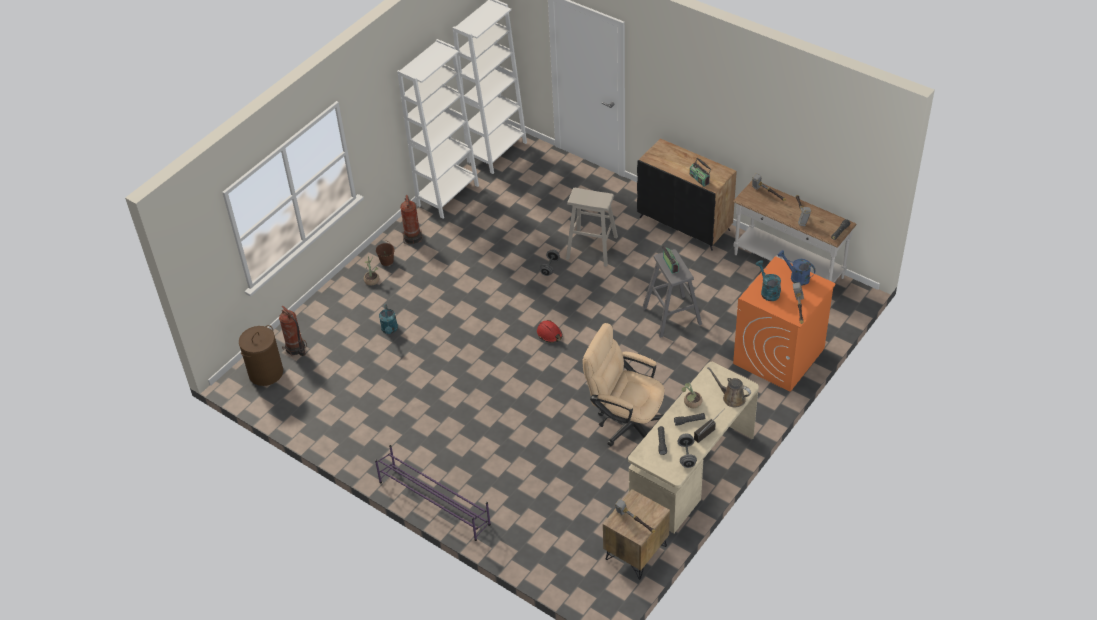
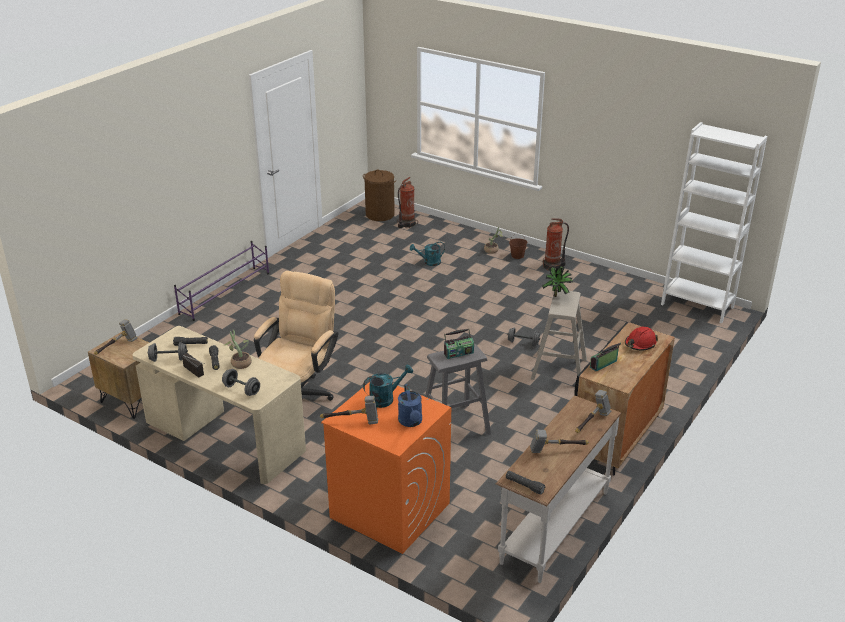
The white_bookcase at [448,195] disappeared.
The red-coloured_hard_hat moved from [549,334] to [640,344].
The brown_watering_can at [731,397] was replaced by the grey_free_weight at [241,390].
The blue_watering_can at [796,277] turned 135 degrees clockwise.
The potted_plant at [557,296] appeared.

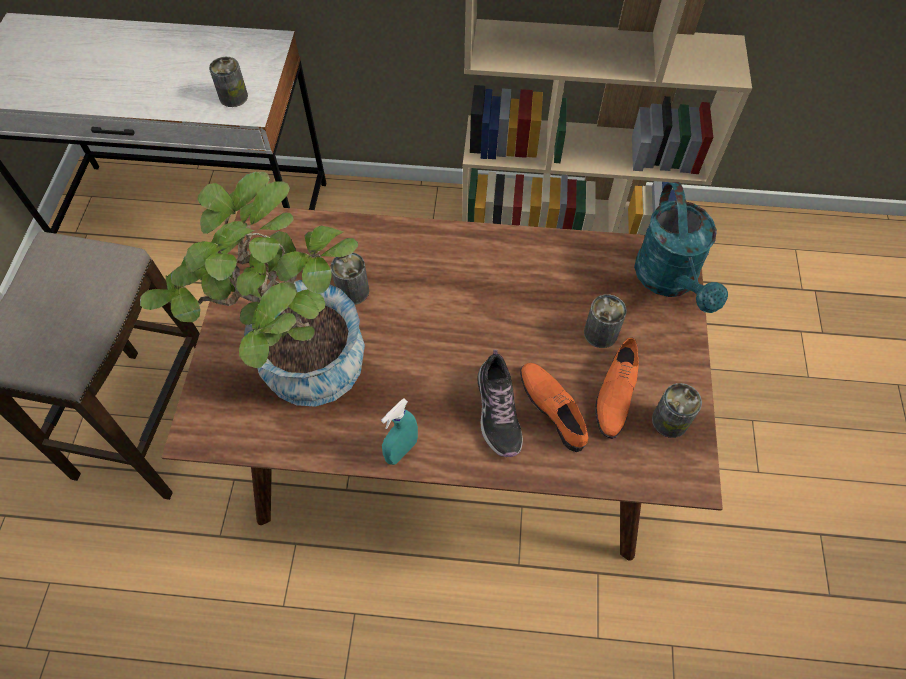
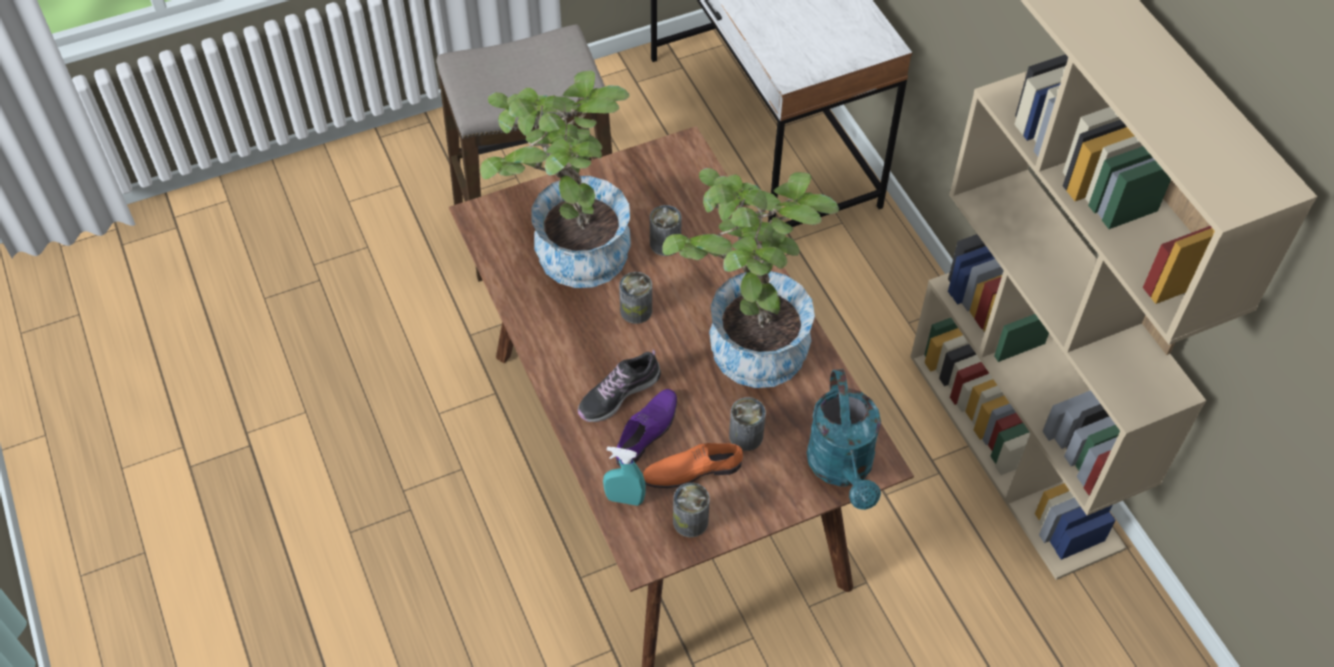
The can moved from [233,97] to [636,310].
The blue-green_sprayer moved from [401,450] to [624,499].
The orangey_low_shoe at [554,407] became the purple_low_shoe at [648,431].
The blue-green_watering_can at [670,281] turned 60 degrees counterclockwise.
The potted_plant at [746,340] appeared.

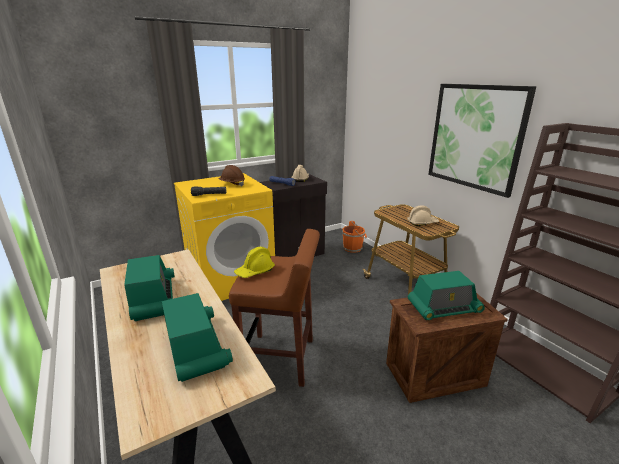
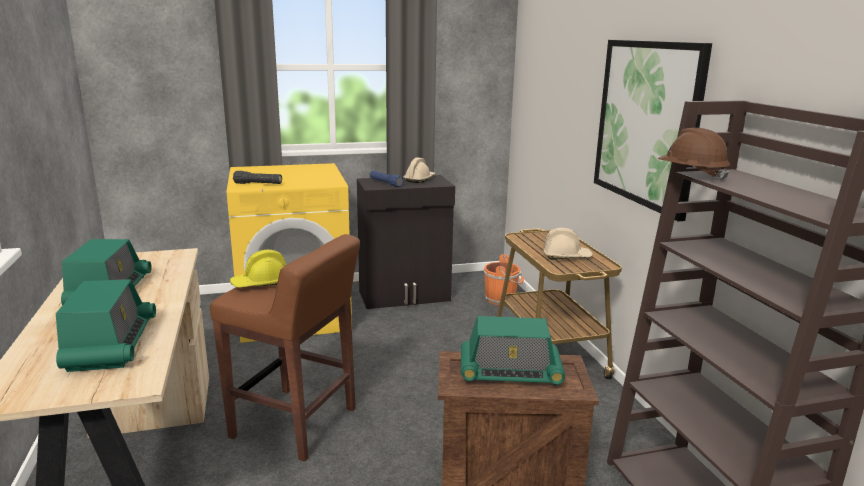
The brown_hard_hat moved from [232,184] to [691,175].

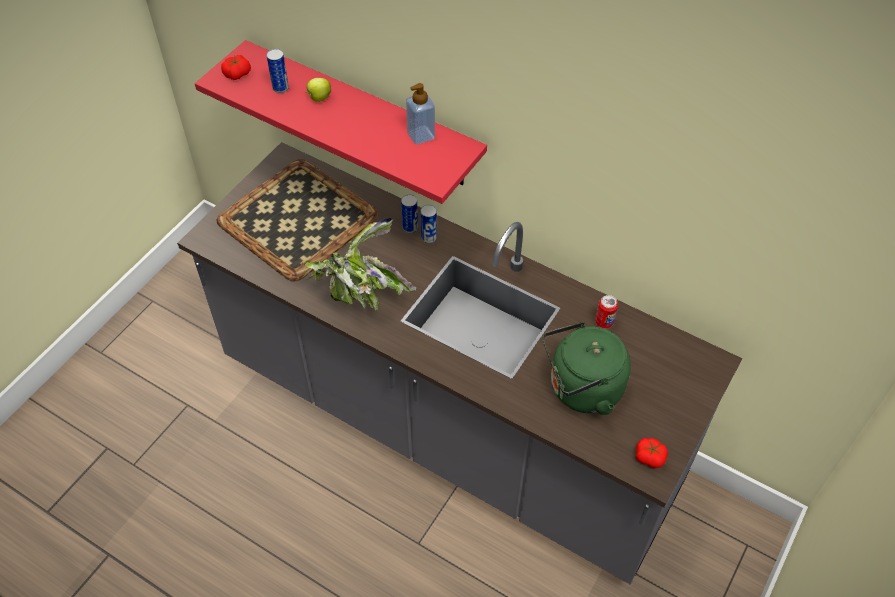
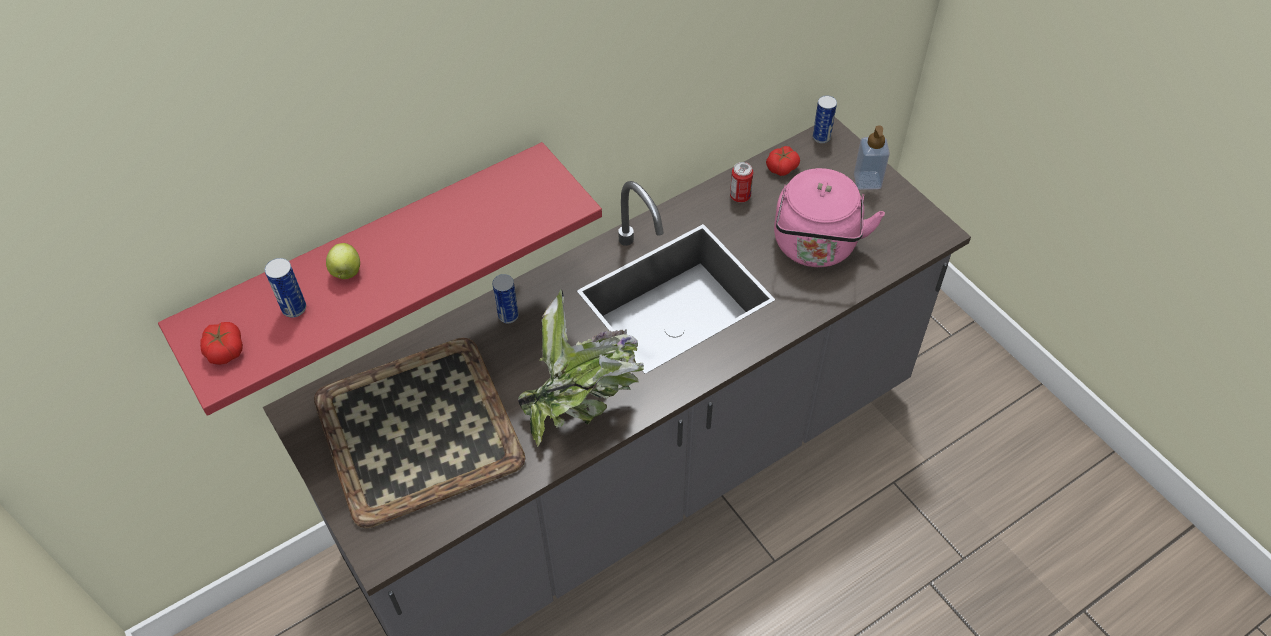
The soap_dispenser moved from [421,135] to [867,181].
The can moved from [429,237] to [821,137].
The greenish_kettle at [581,389] became the pink_kettle at [815,247].
The fresh_tomato moved from [649,457] to [782,167].

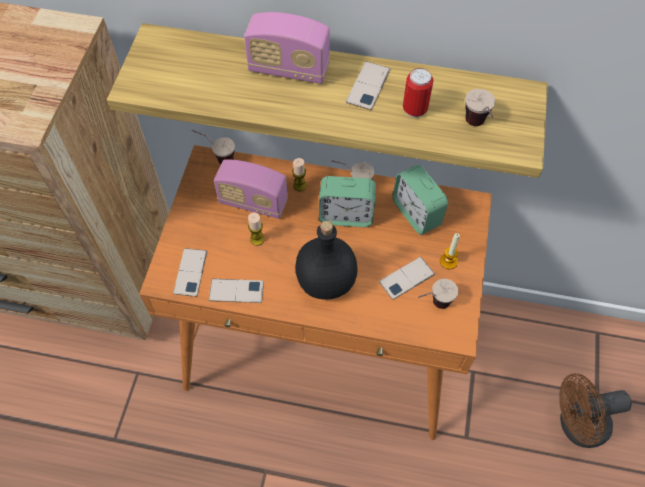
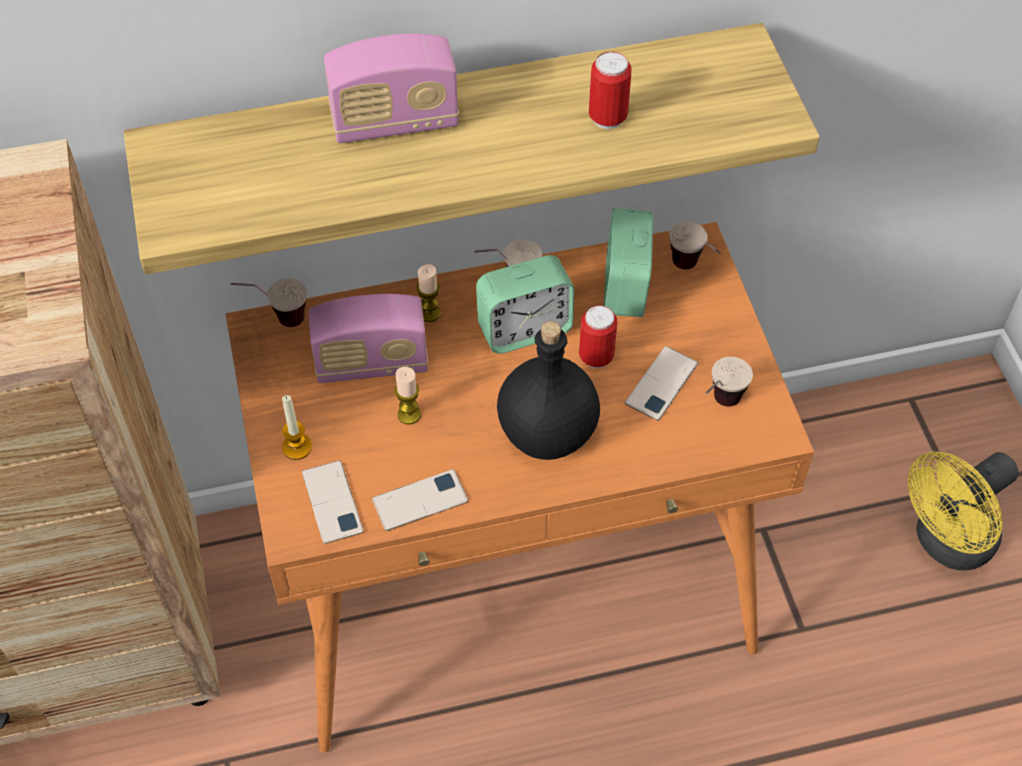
The phone at [368,86] disappeared.
The alarm_clock at [416,213] turned 60 degrees clockwise.
The candle moved from [448,261] to [297,447].
The small_cup moved from [477,128] to [693,270].
The brown_cooling_fan at [576,425] became the yellowish_cooling_fan at [946,544].
The can at [596,357] appeared.

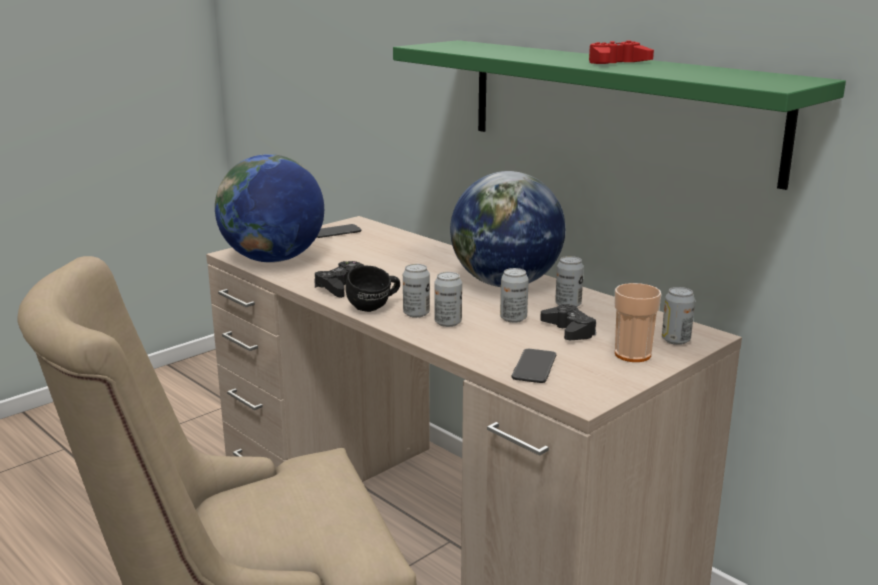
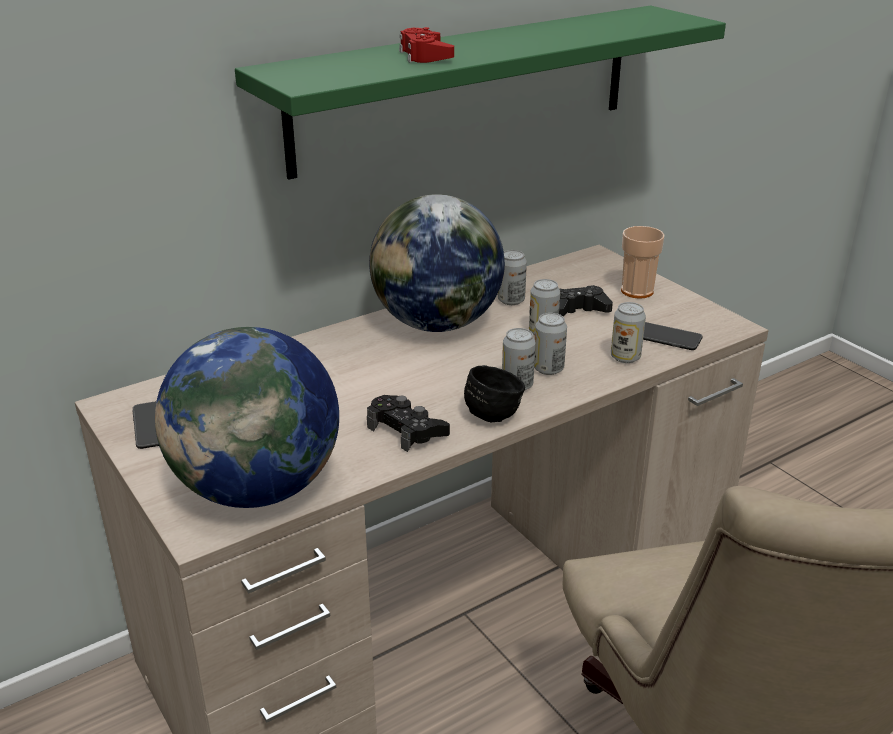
The red-coloured_gamepad moved from [617,63] to [425,55].
The can moved from [675,340] to [625,357].

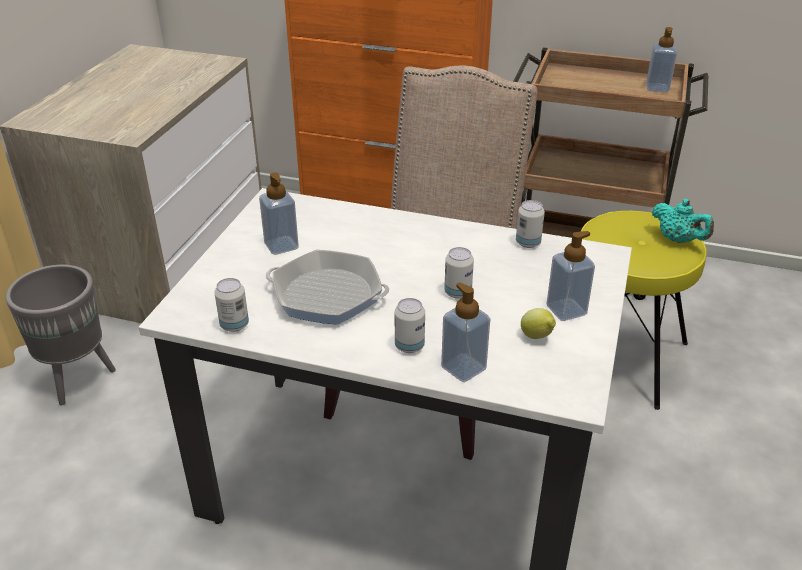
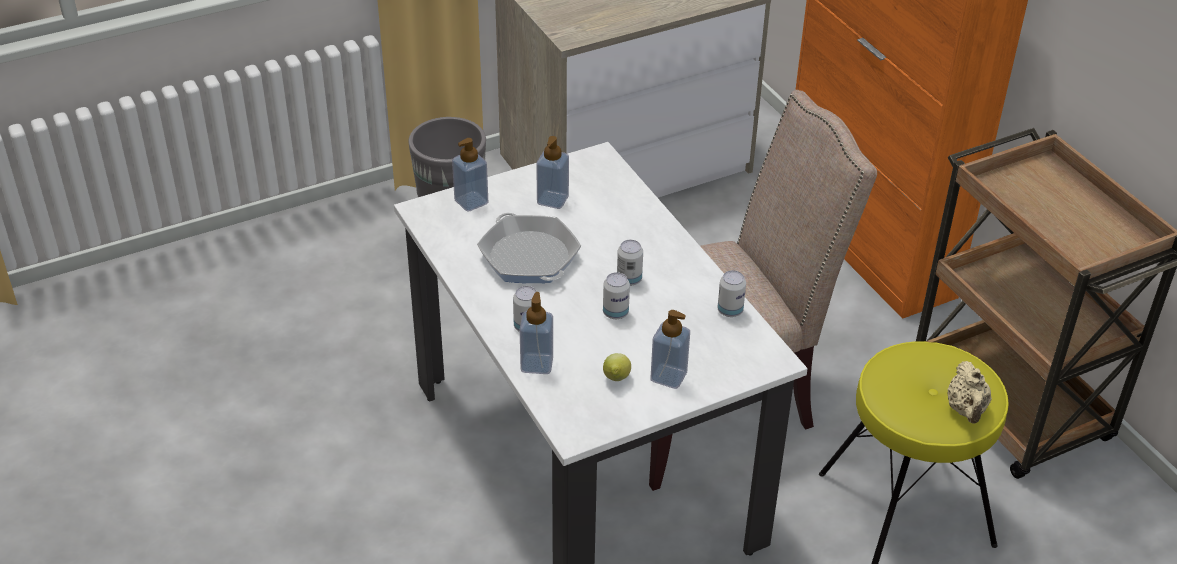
The can moved from [234,325] to [629,279].
The soap_dispenser moved from [657,88] to [471,202].
The blue-green_tea_pot at [678,240] became the beige_tea_pot at [966,410].

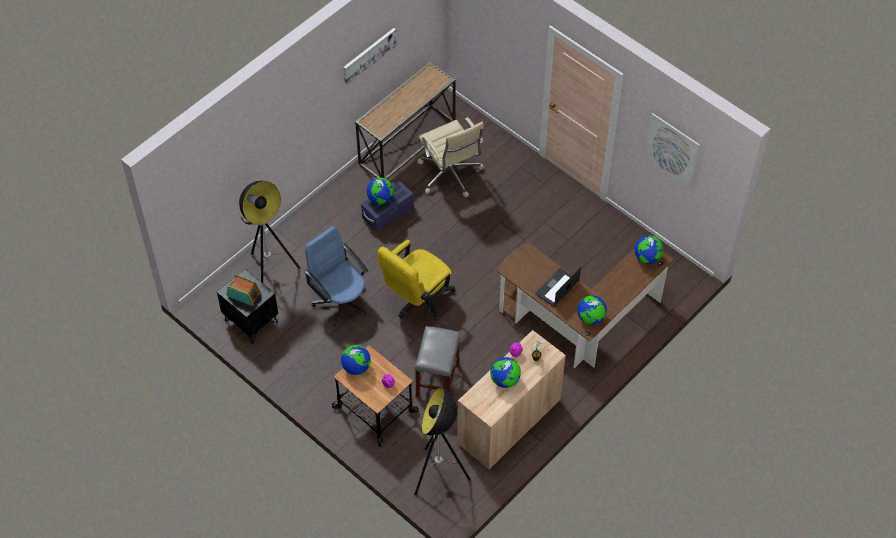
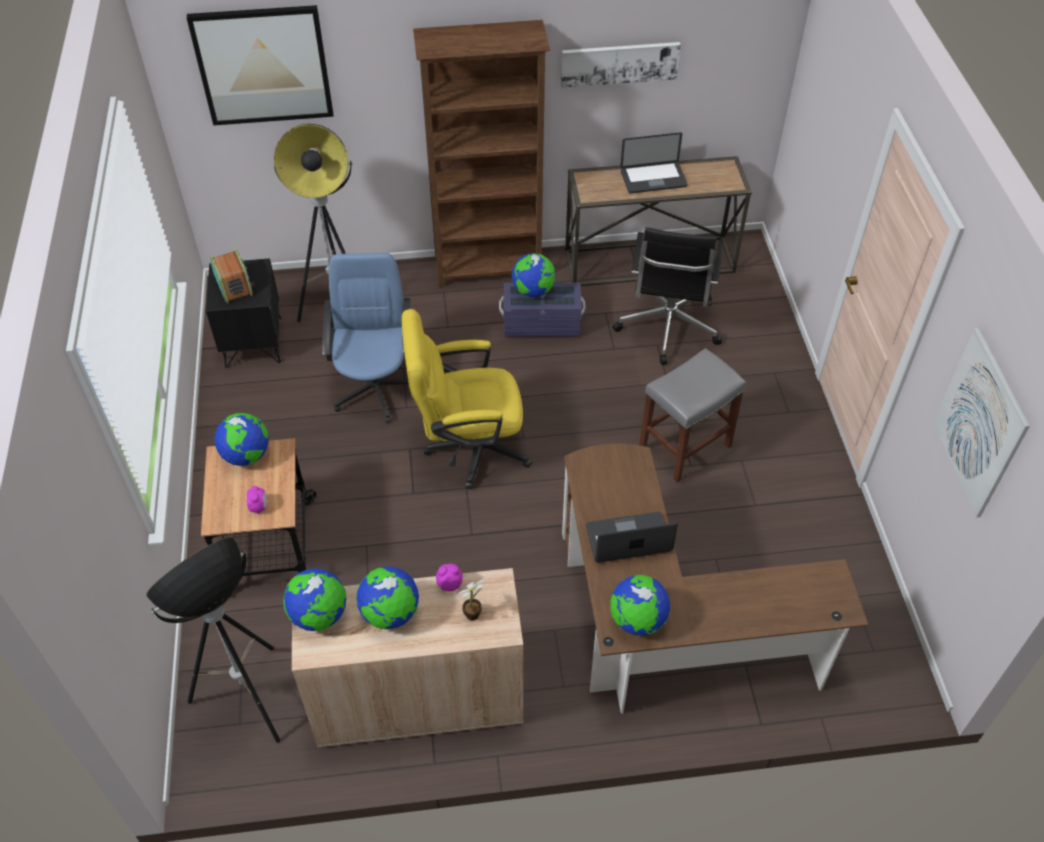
The grey_stool_seat moved from [437,379] to [685,446].
The beige_desk_chair at [450,175] became the blackish_desk_chair at [667,328].
The desk_globe moved from [647,258] to [319,615].
The wall_picture at [263,65] appeared.
The brown_bookcase at [489,269] appeared.
The portable_computer at [653,179] appeared.

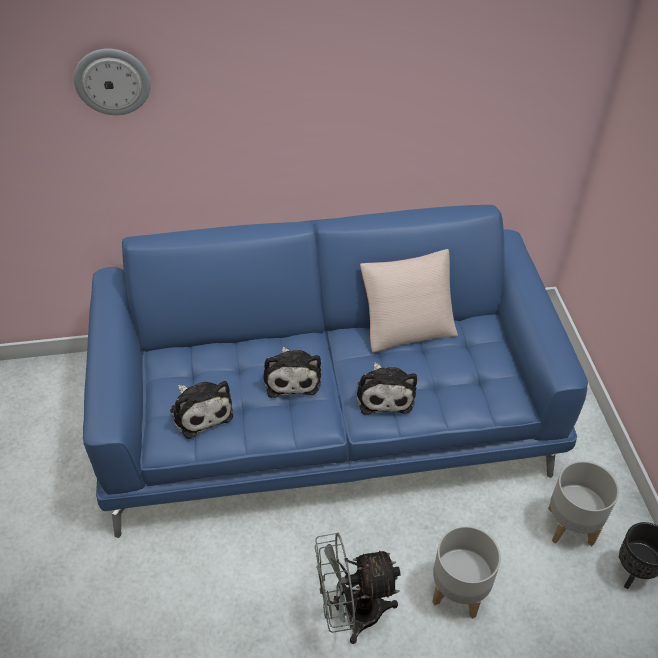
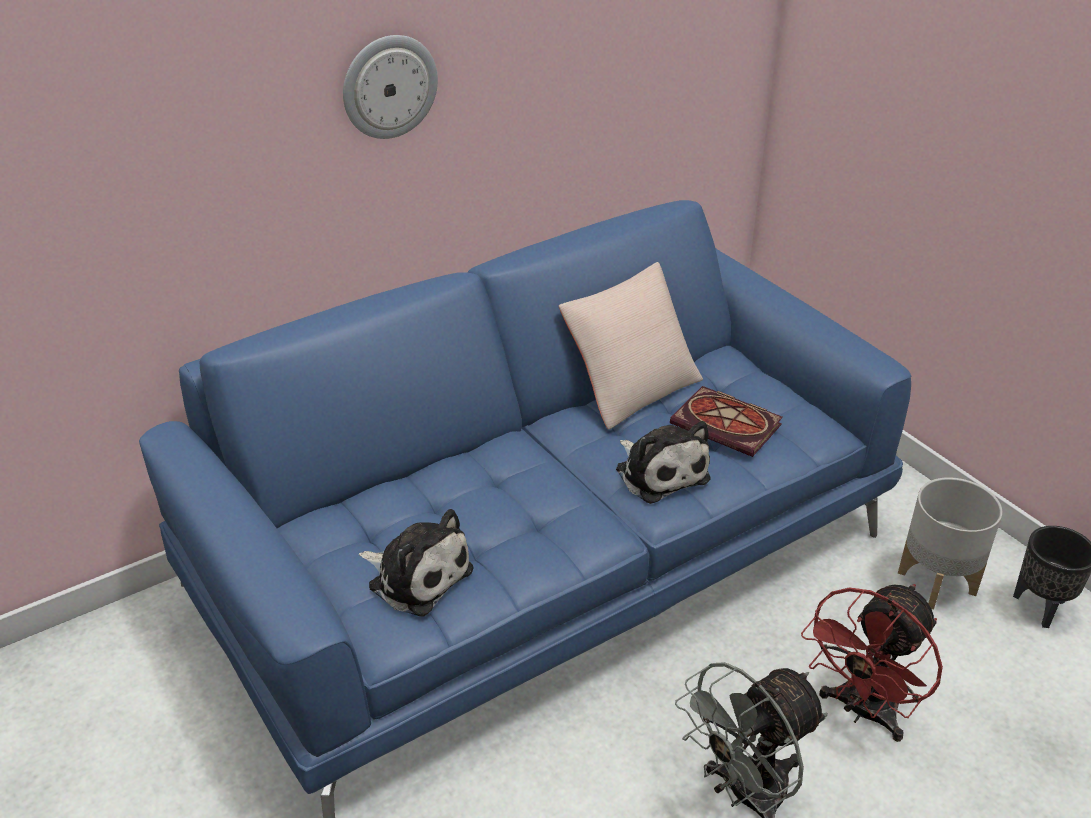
The wall_clock moved from [112,81] to [389,86].
The cuddly_toy at [292,377] disappeared.
The grey_flower_pot at [459,592] was replaced by the red-coloured_cooling_fan at [862,712].
The bound_book at [729,425] appeared.

